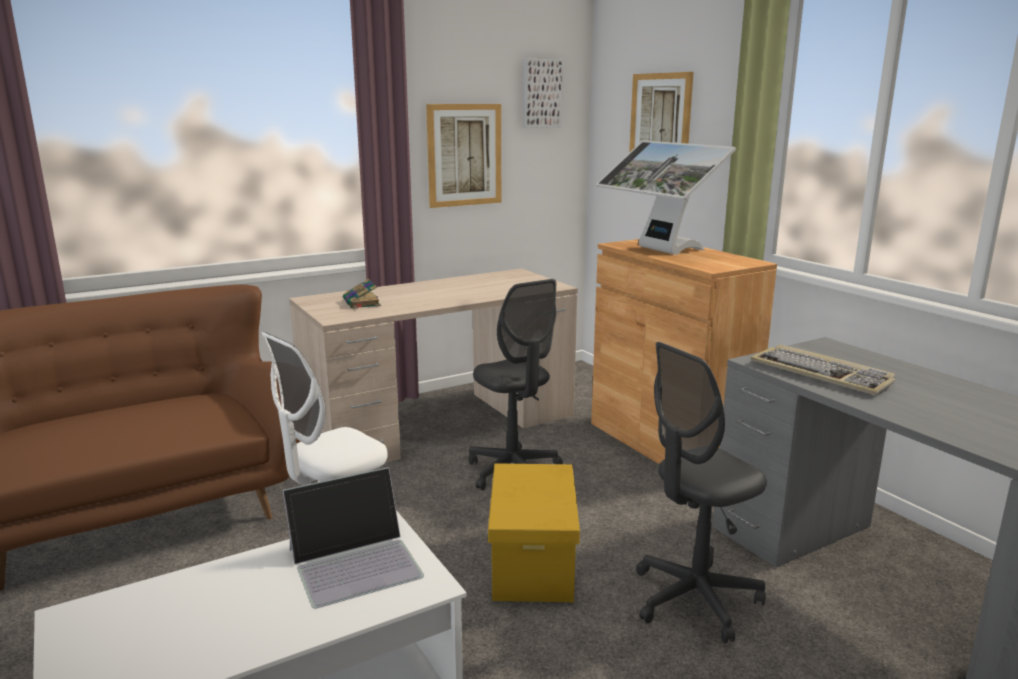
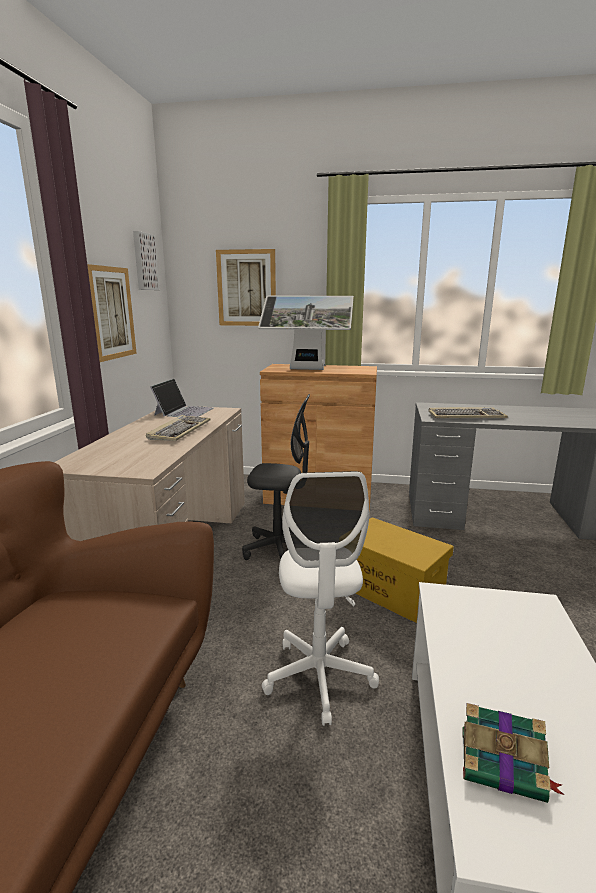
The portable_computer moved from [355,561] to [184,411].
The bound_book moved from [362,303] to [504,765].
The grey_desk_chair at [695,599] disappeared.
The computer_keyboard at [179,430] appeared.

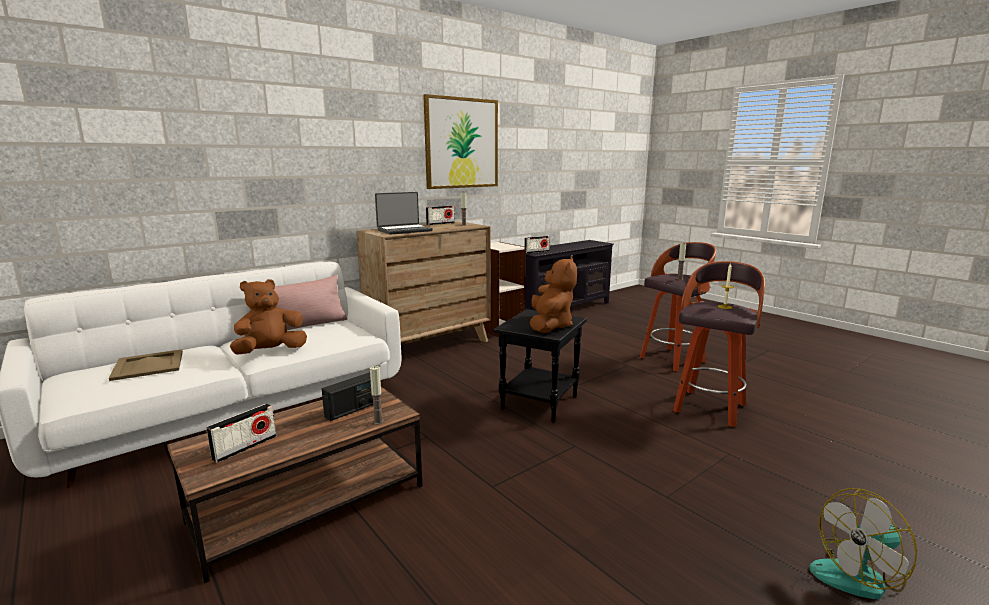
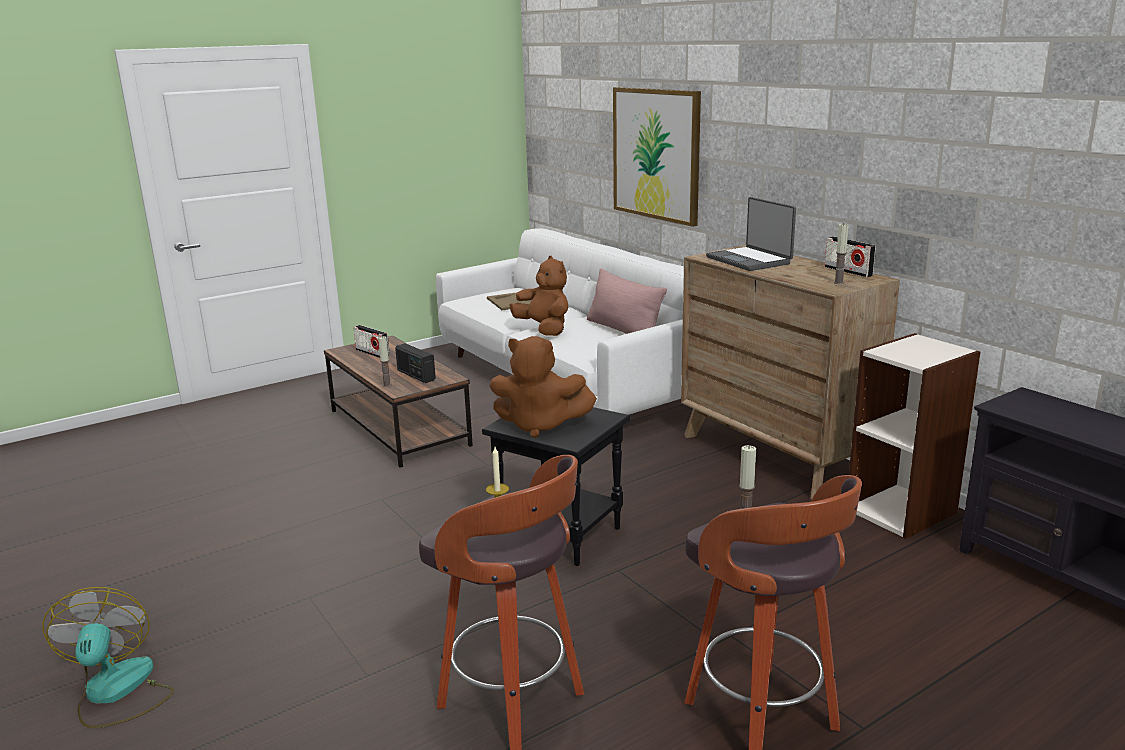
The wall_picture moved from [461,143] to [656,154].
The radio at [536,252] disappeared.

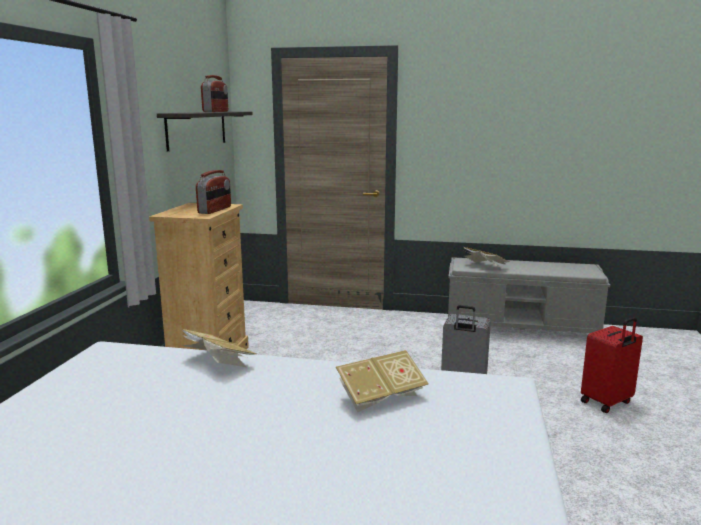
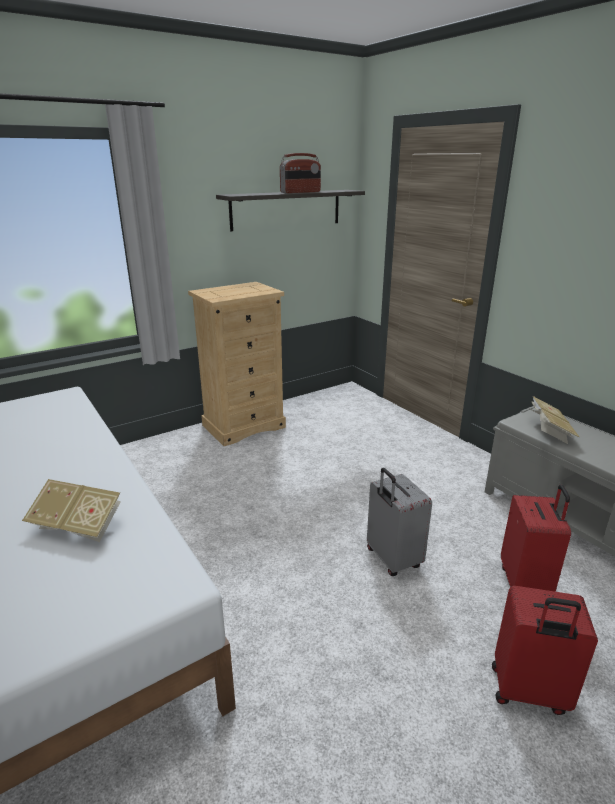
The bound_book at [217,362] disappeared.
The radio at [215,210] disappeared.
The red-coloured_piece_of_luggage at [526,584] appeared.

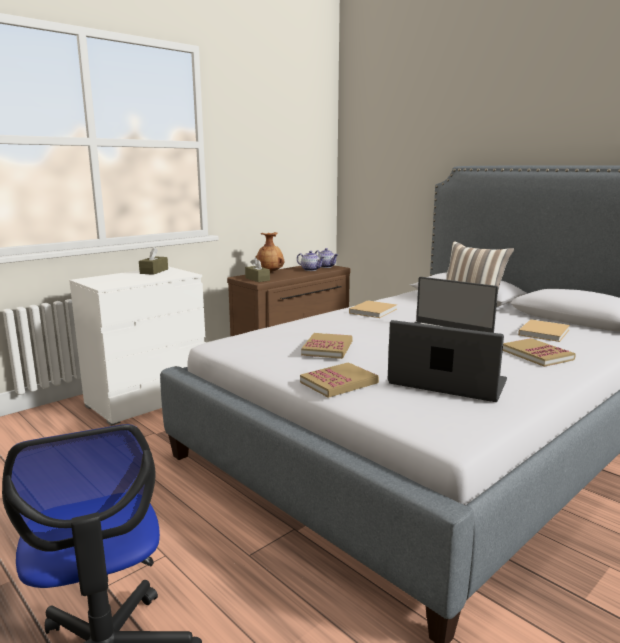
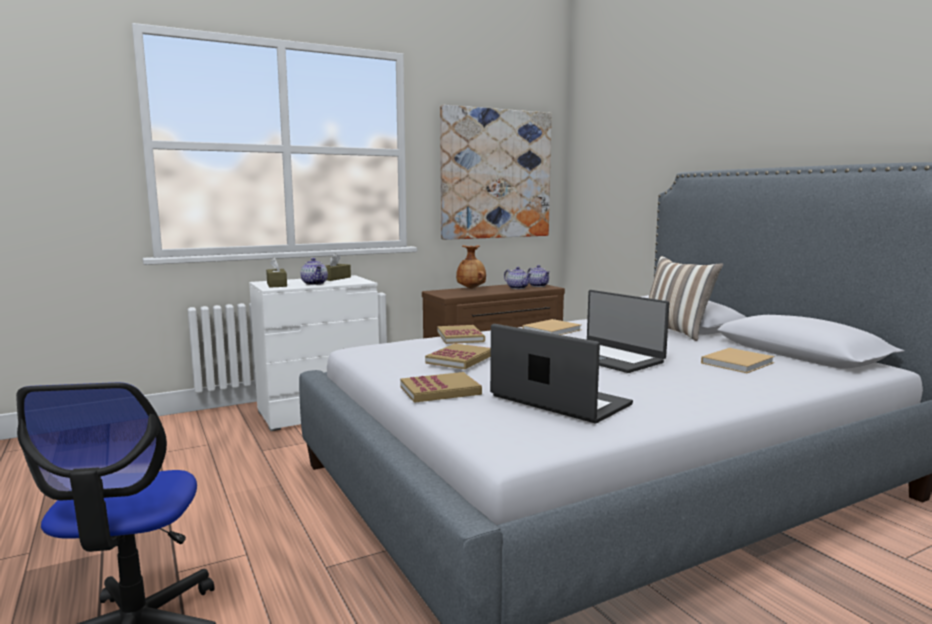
The brown_box_of_tissues moved from [257,279] to [277,284].
The bound_book moved from [537,355] to [460,337].
The tea_pot at [315,283] appeared.
The wall_picture at [496,174] appeared.

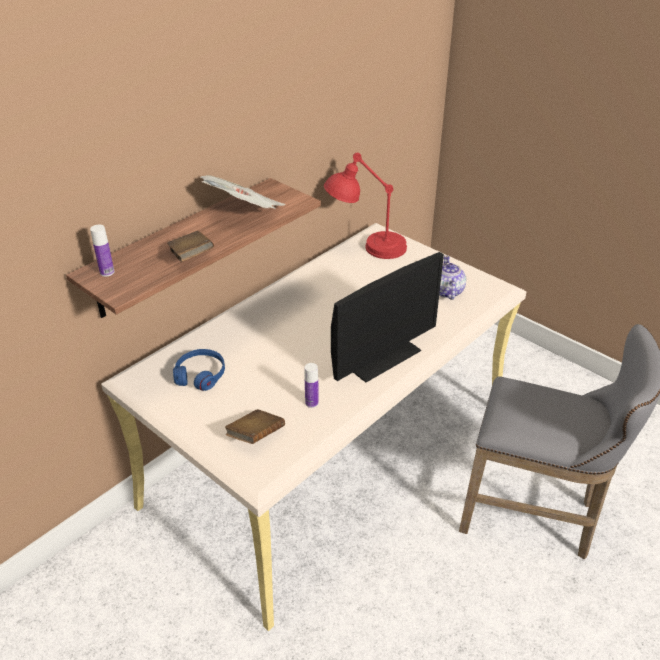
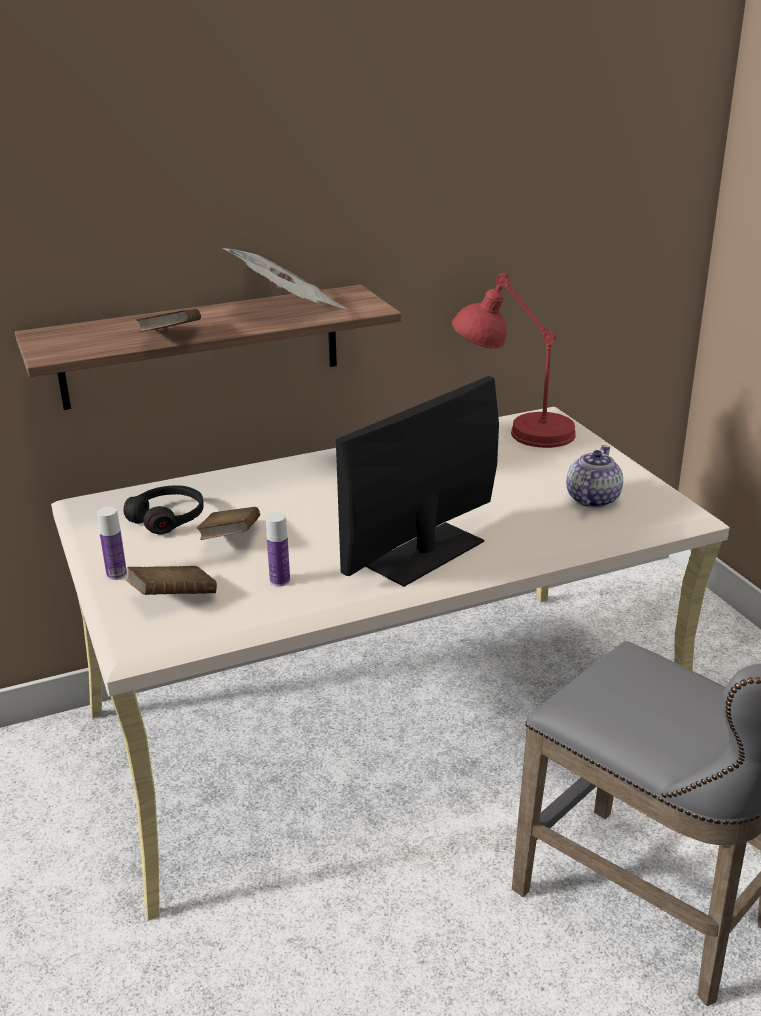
The beverage_bottle moved from [107,272] to [116,574].
The blue_pair_of_headphones at [200,375] became the blackish_pair_of_headphones at [168,518].
The monitor at [382,357] turned 150 degrees clockwise.
The brown_bound_book at [230,539] appeared.

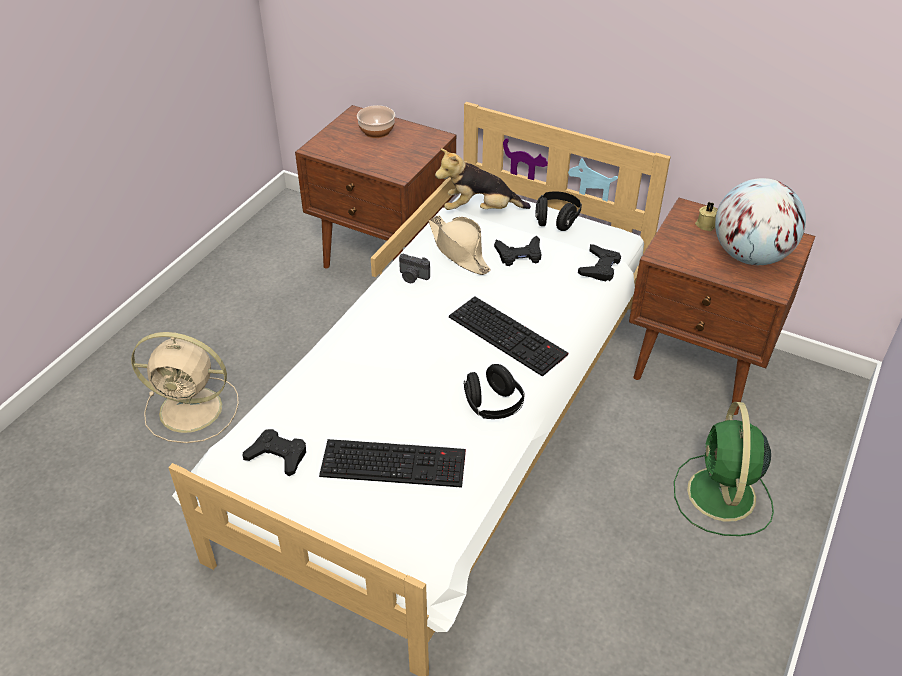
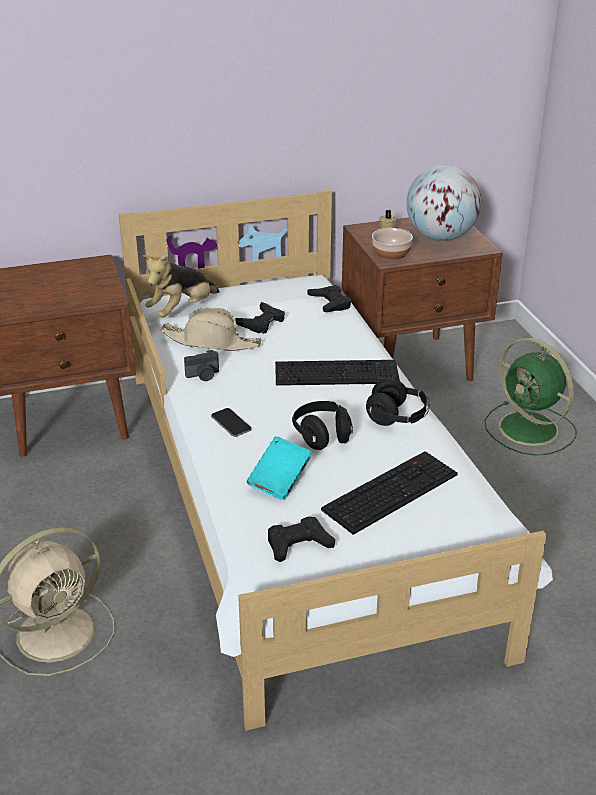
The serving_bowl moved from [376,131] to [390,254].
The blackish_pair_of_headphones moved from [556,220] to [322,436].
The phone at [231,424] appeared.
The blue-green_bound_book at [280,481] appeared.

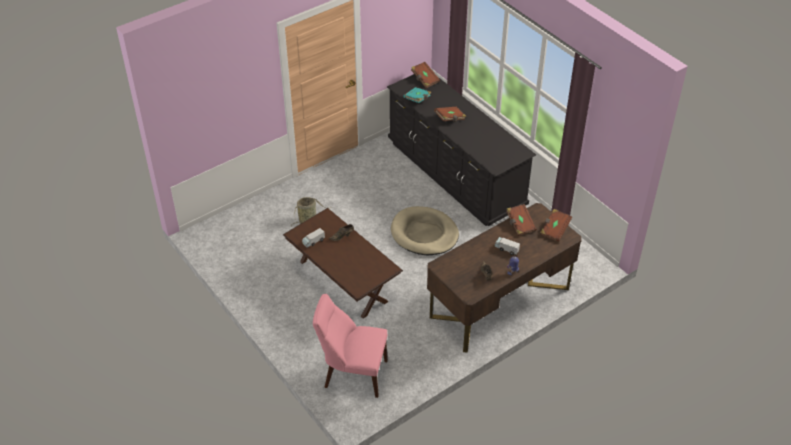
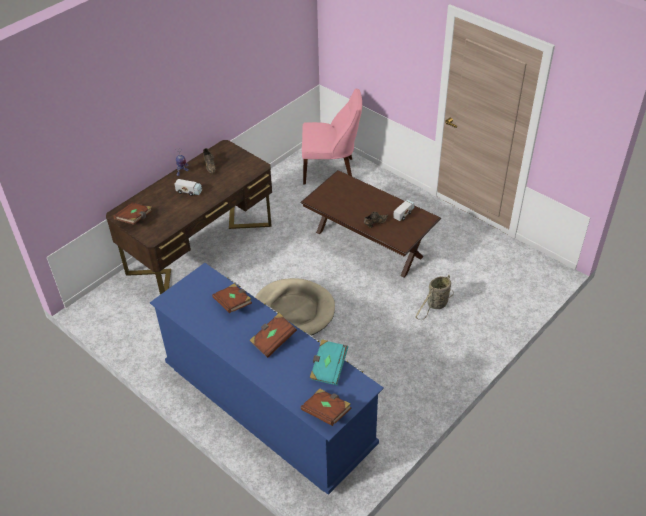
The blackish_chest_of_drawers at [455,174] became the blue_chest_of_drawers at [268,405].
The brown_bound_book moved from [519,224] to [233,303].

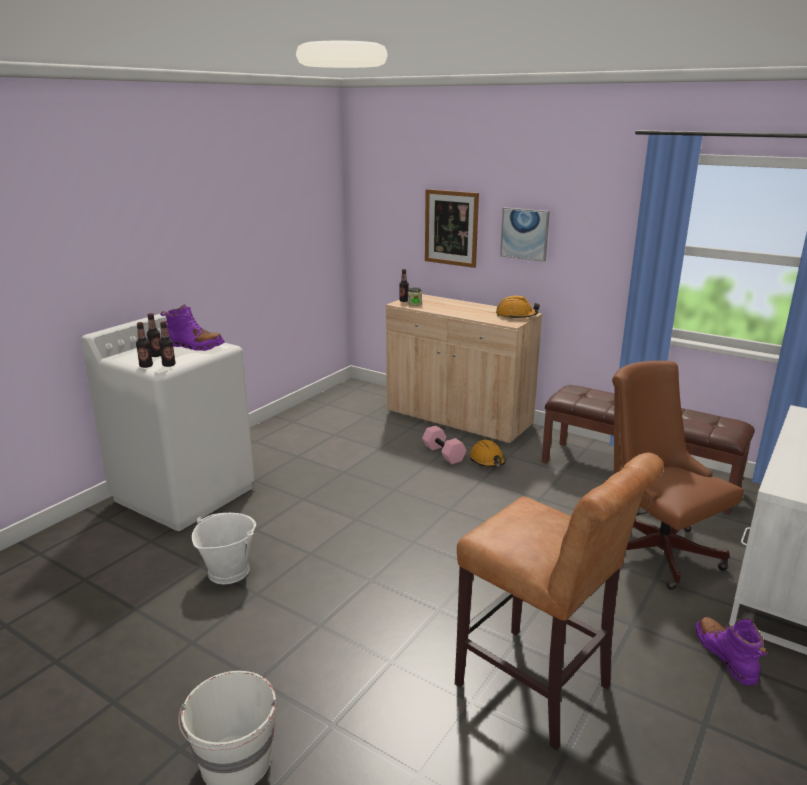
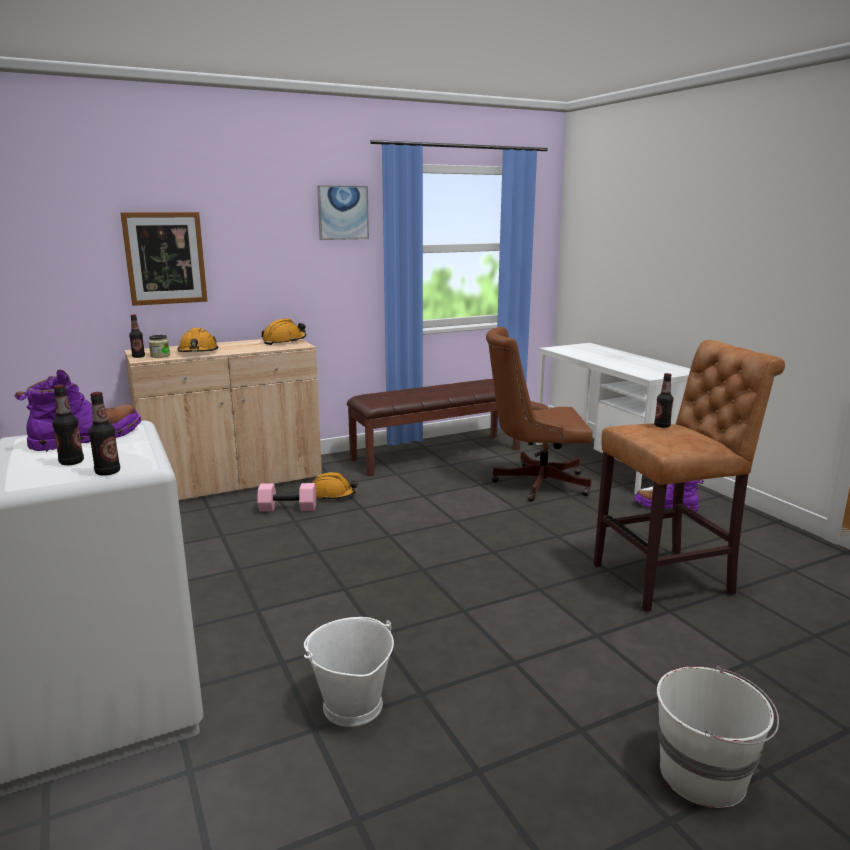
The beverage_bottle moved from [169,365] to [662,426].
The wall_picture moved from [524,234] to [343,212].
The orangey_hard_hat at [198,352] appeared.

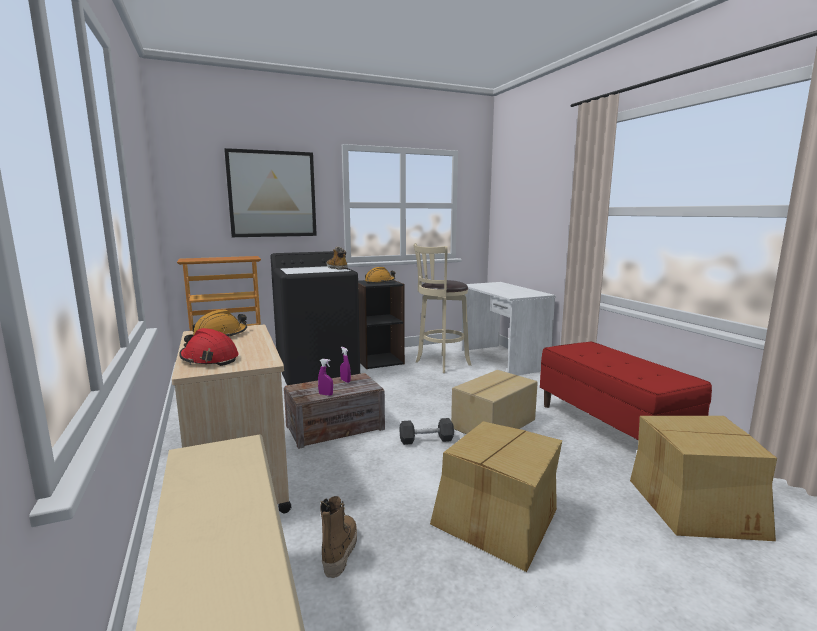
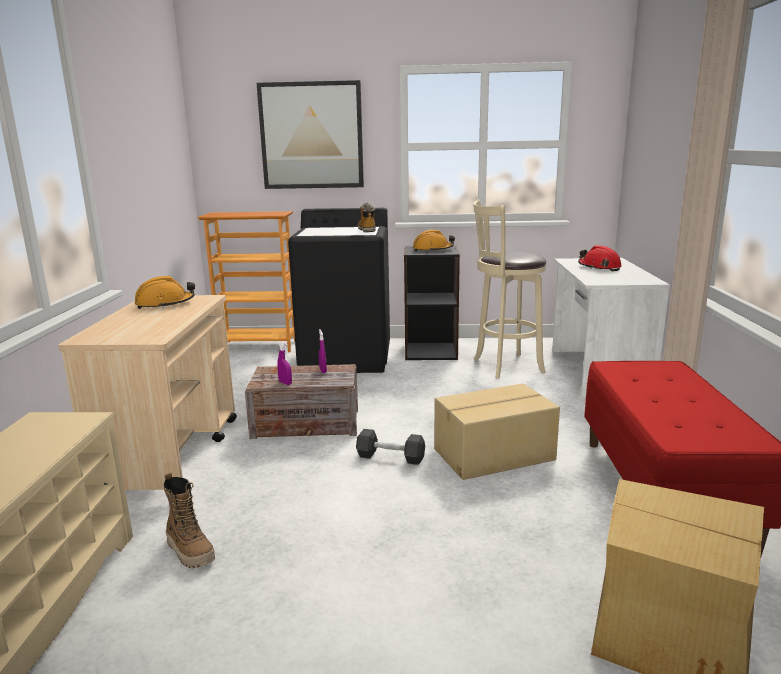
The red-coloured_hard_hat moved from [209,359] to [599,267].
The high-top_boot at [339,551] turned 105 degrees clockwise.
The carton at [497,521] disappeared.

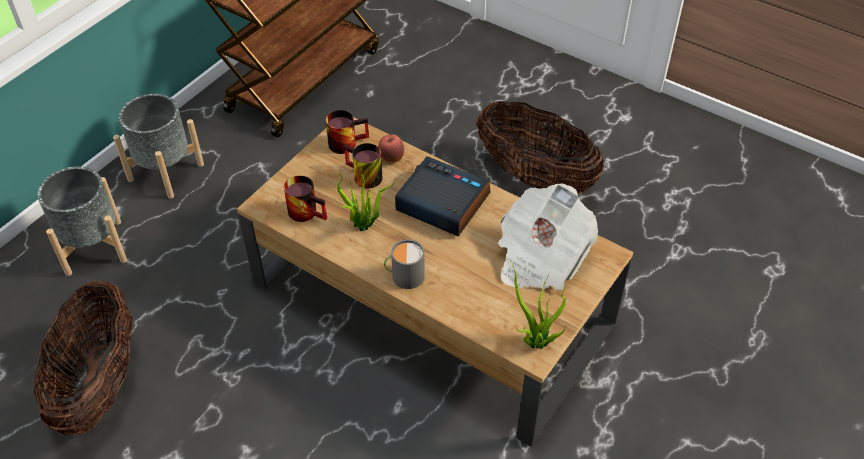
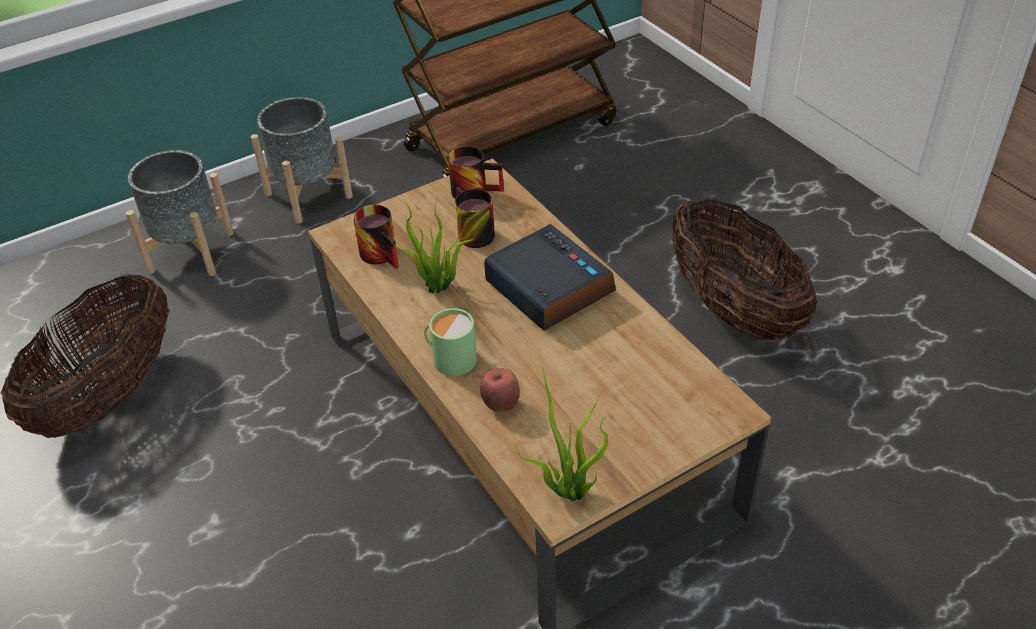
The apple_fruit moved from [391,158] to [501,404].
The grey_mug at [404,275] became the greenish_mug at [450,358].
The newspaper at [540,256] disappeared.

